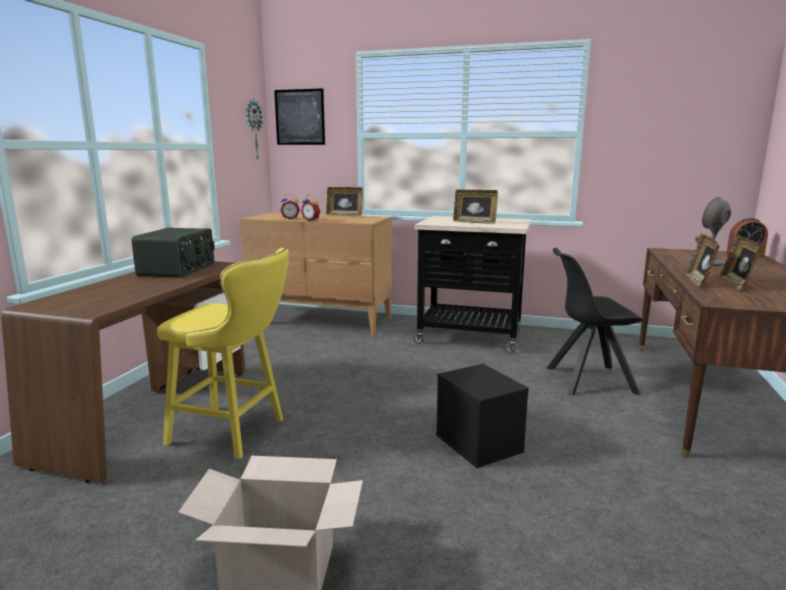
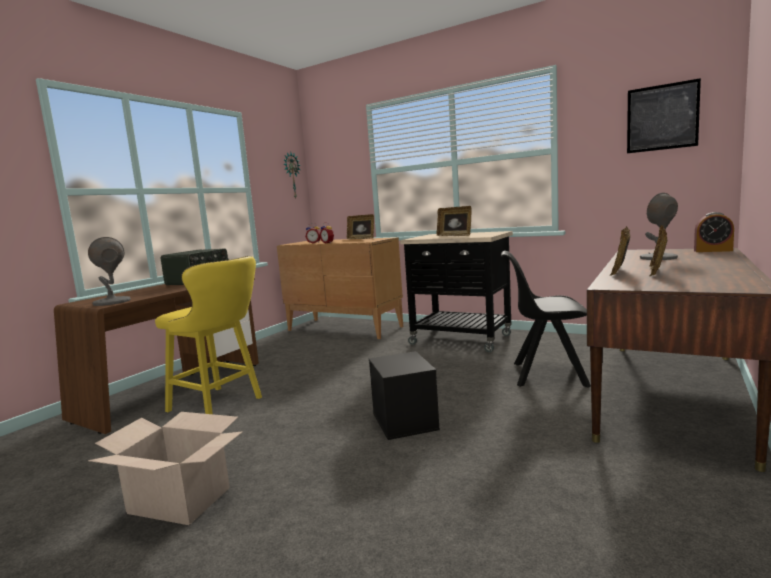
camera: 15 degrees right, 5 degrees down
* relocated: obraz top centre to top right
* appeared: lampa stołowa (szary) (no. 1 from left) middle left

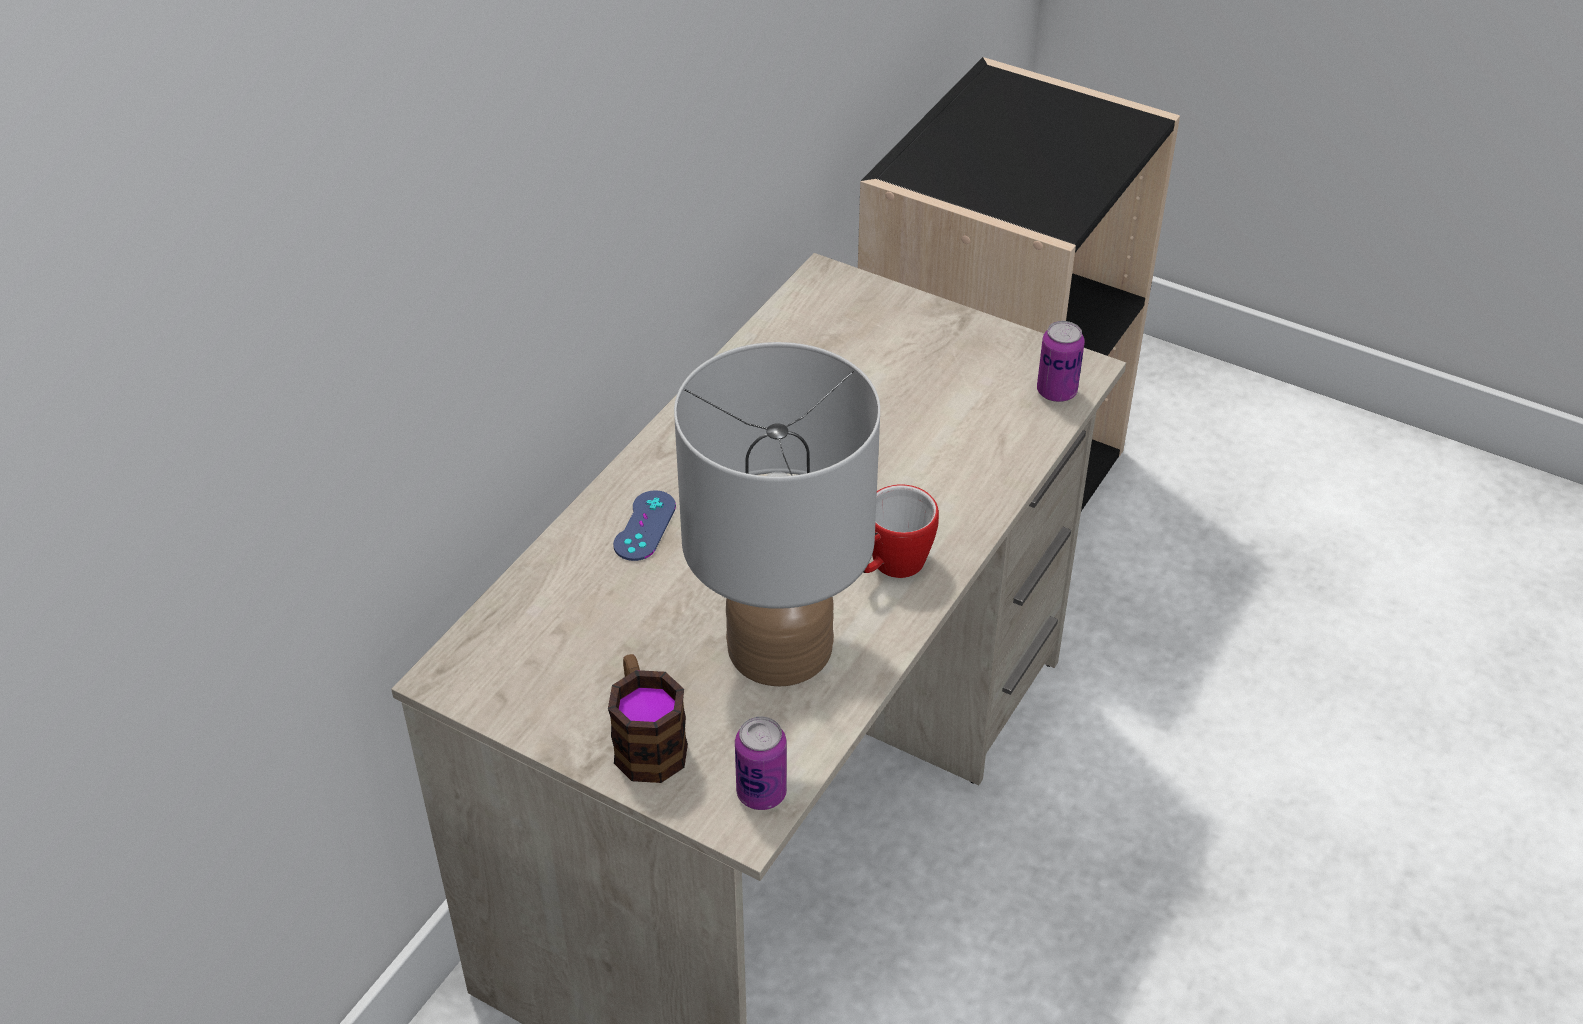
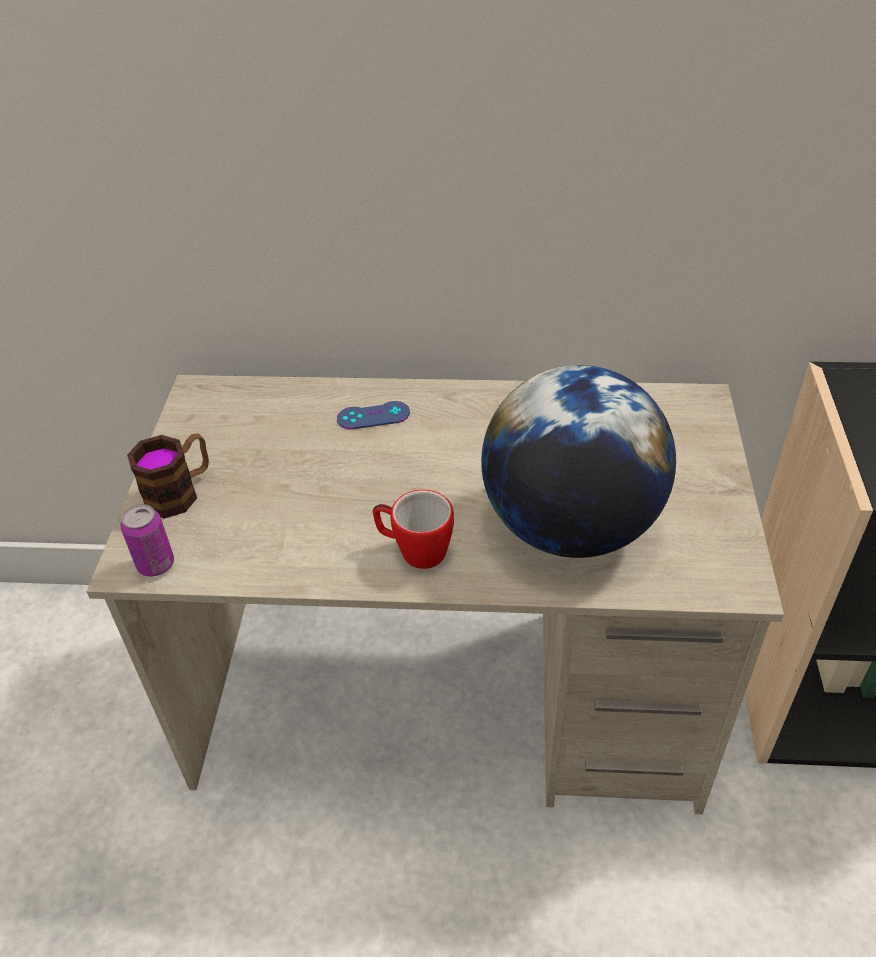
camera: 65 degrees right, 0 degrees up
* missing: puszka (no. 2 from left) middle right
* missing: lampa stołowa (szary) centre
* appeared: globus centre

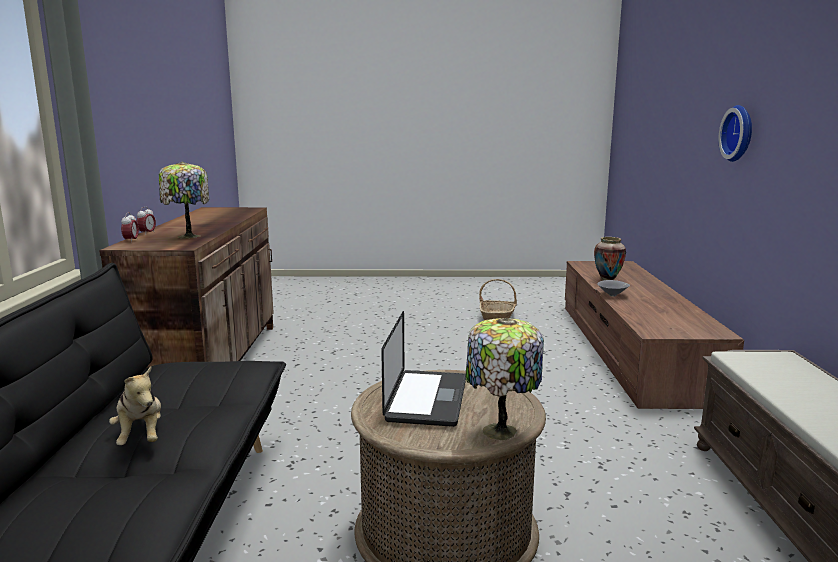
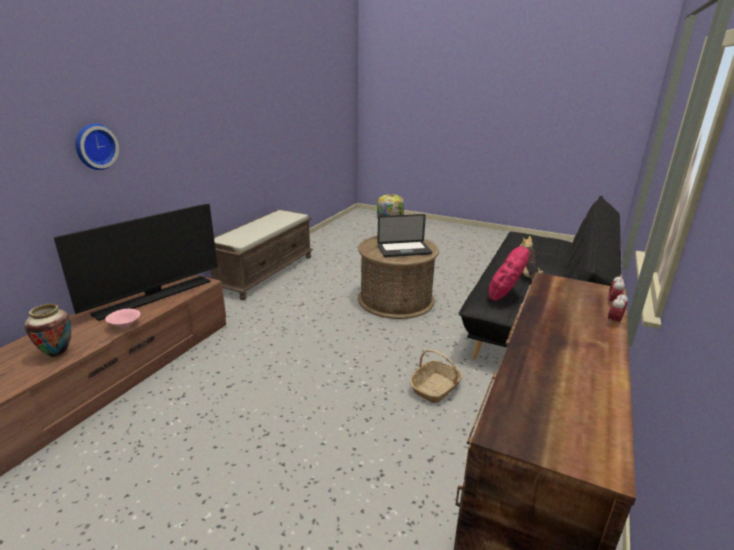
camera: 155 degrees left, 10 degrees up
* missing: lampa stołowa (no. 1 from left) middle left
* relocated: koszyk centre to bottom centre
* colour: miska (szary) middle right to miska (różowy) middle left
* spun: laptop centre = centre 135 degrees counterclockwise
* appeared: telewizor middle left
* appeared: poduszka (różowy) middle right

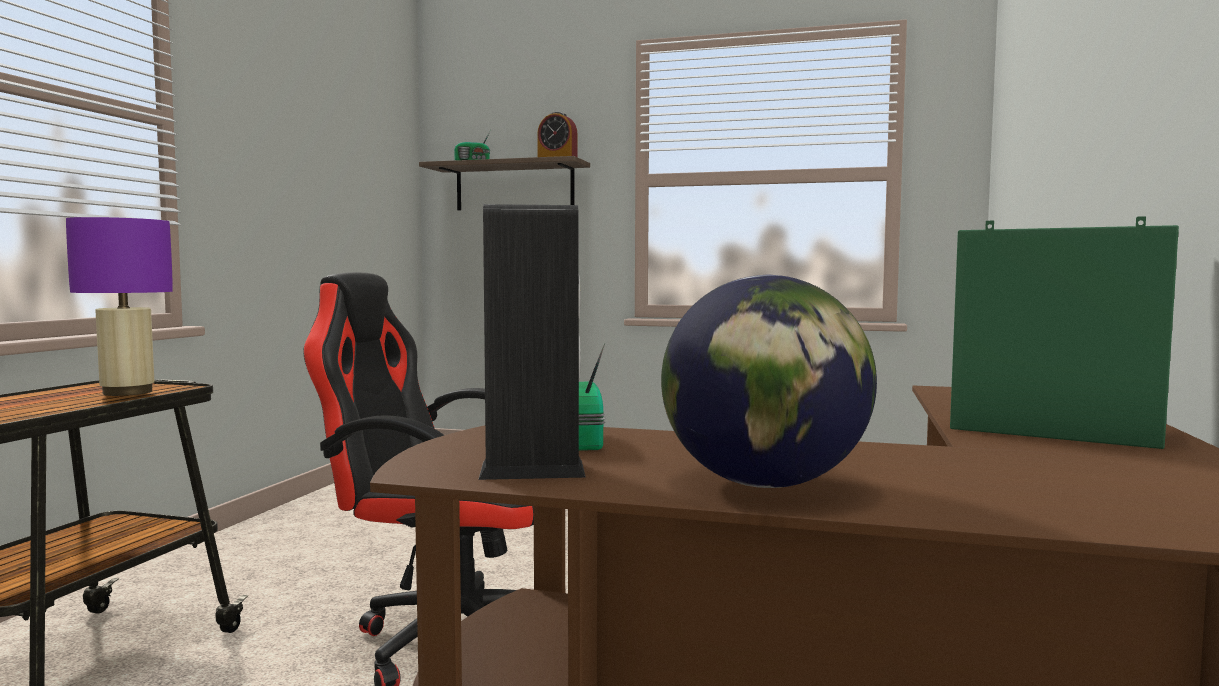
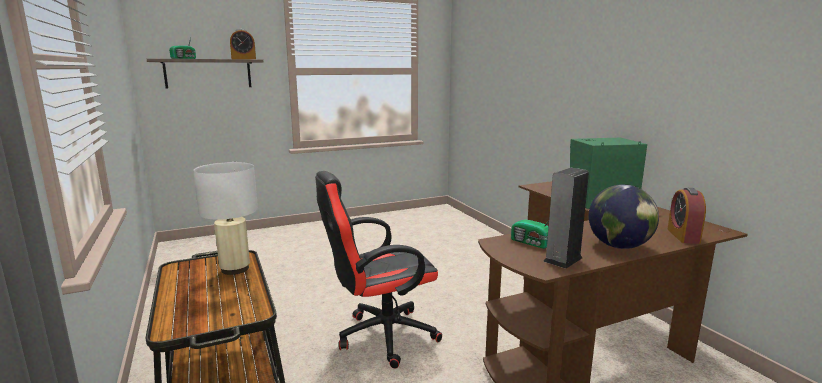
camera: 40 degrees left, 10 degrees up
* colour: lampa stołowa (fioletowy) middle left to lampa stołowa (biały) middle left
* appeared: budzik (no. 2 from left) middle right

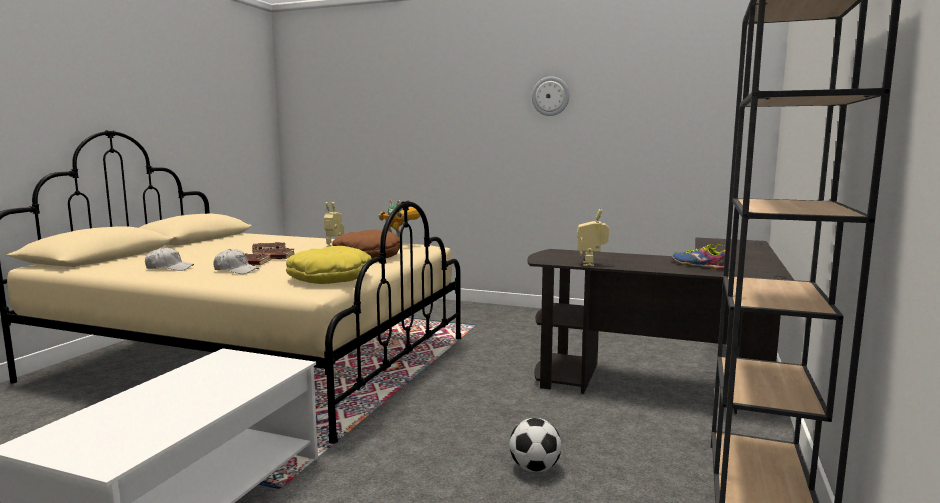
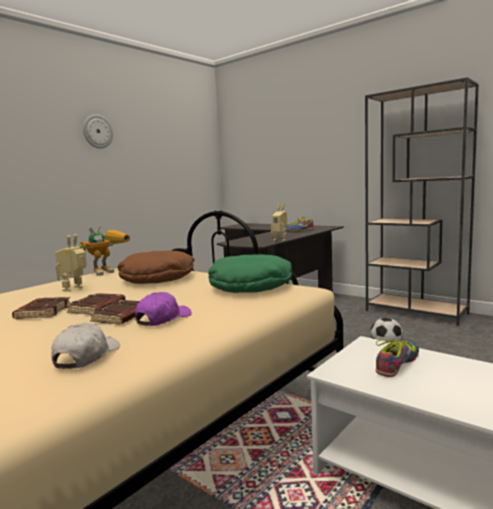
camera: 70 degrees left, 0 degrees up
* colour: poduszka (żółty) centre to poduszka (zielony) centre
* colour: czapka z daszkiem (biały) (no. 2 from left) middle left to czapka z daszkiem (fioletowy) middle left
* appeared: but (no. 2 from left) bottom right

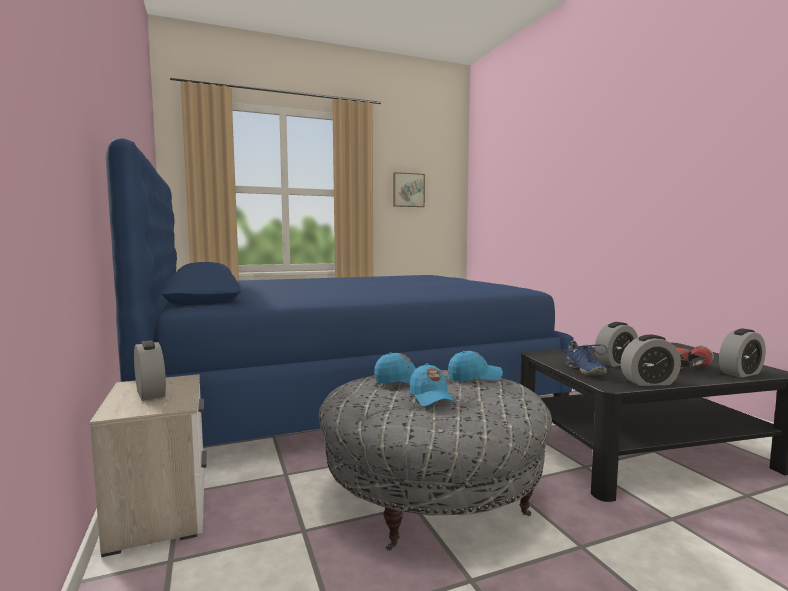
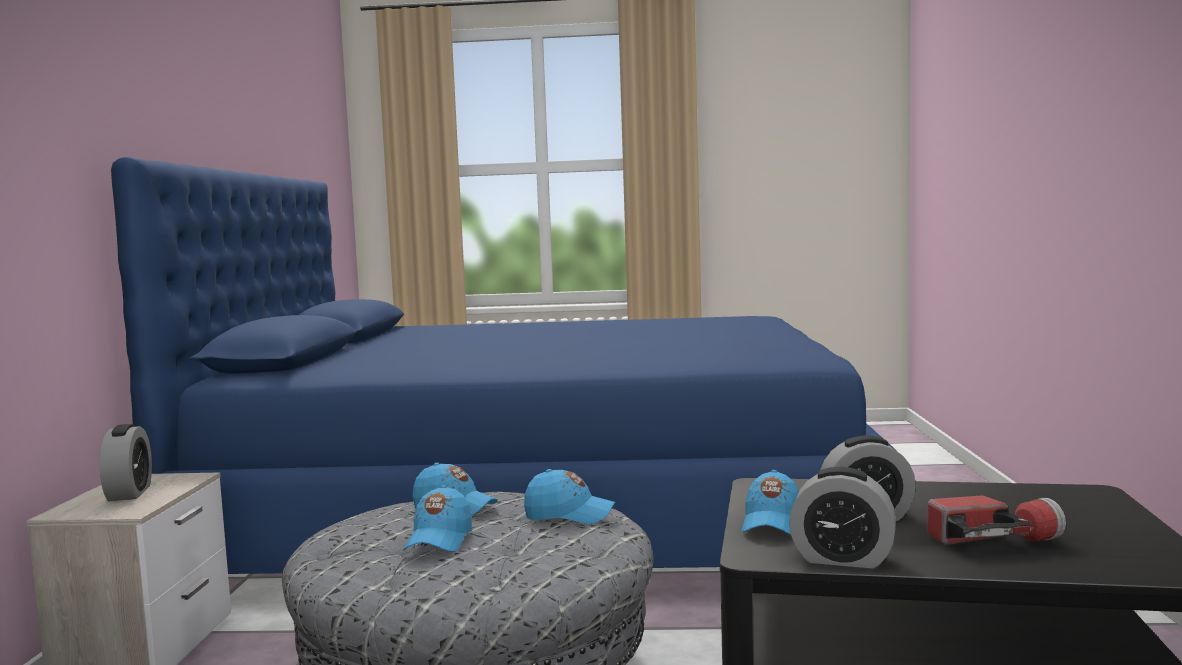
camera: 25 degrees right, 0 degrees up
* missing: obraz top centre
* missing: budzik (no. 4 from left) middle right
* exchanged: but (niebieski) middle right to czapka z daszkiem (niebieski) (no. 4 from left) bottom centre

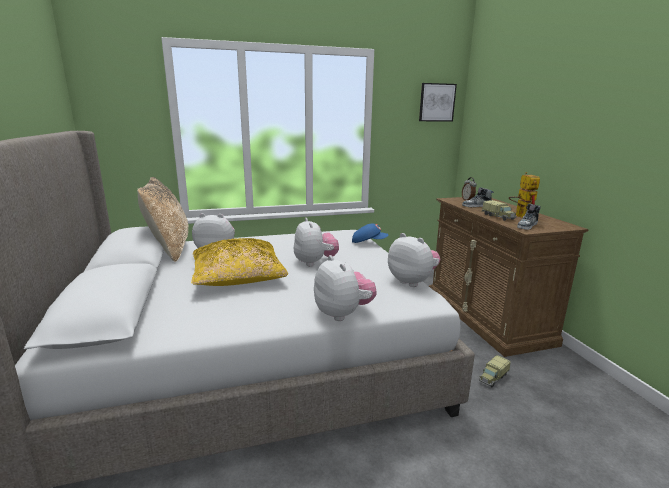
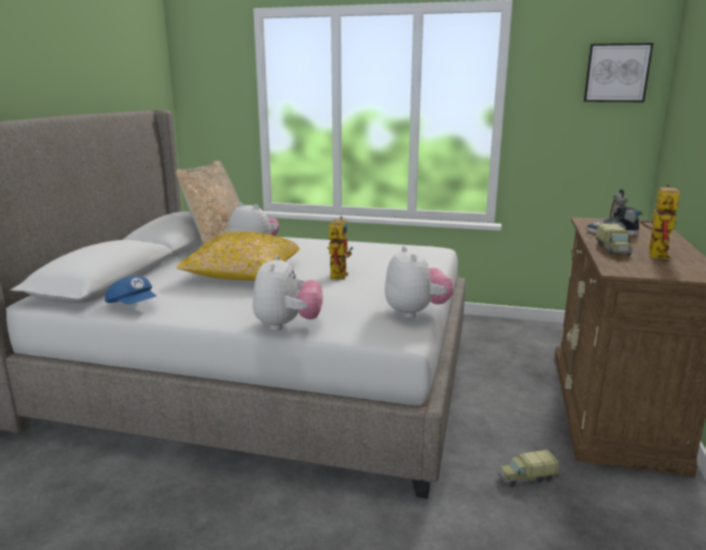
camera: 30 degrees right, 0 degrees up
* missing: but (no. 2 from left) middle right
* exchanged: pluszak (no. 2 from left) centre to robot zabawkowy (no. 1 from left) centre
* relocated: czapka z daszkiem (niebieski) centre to middle left

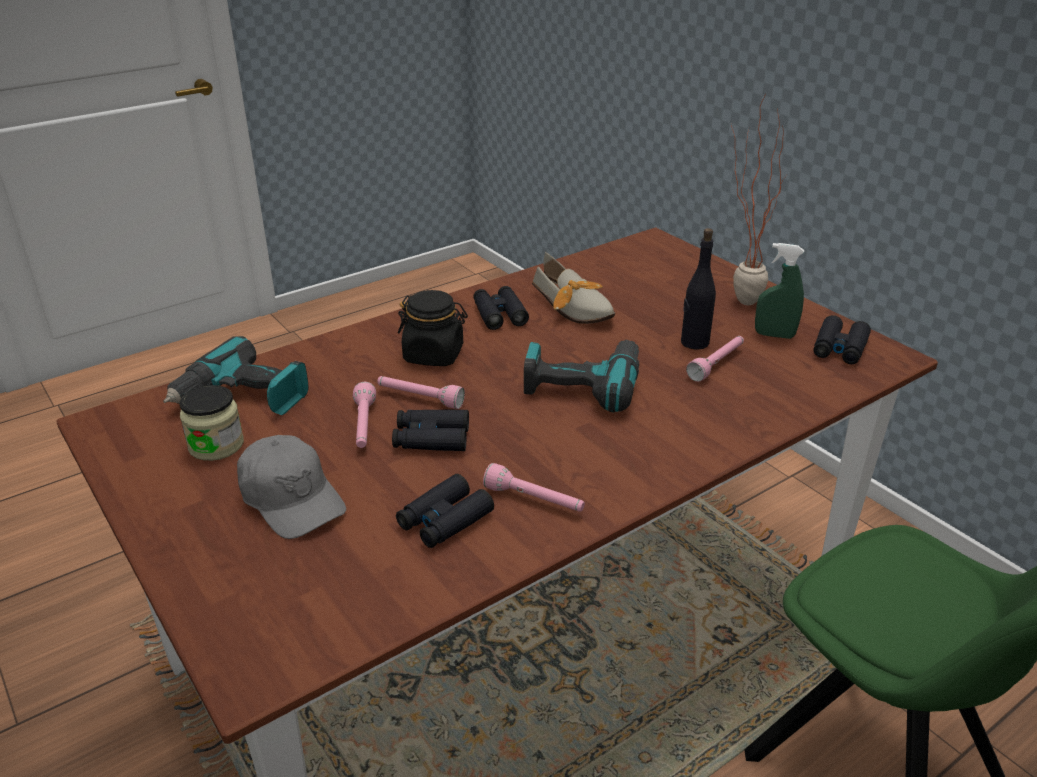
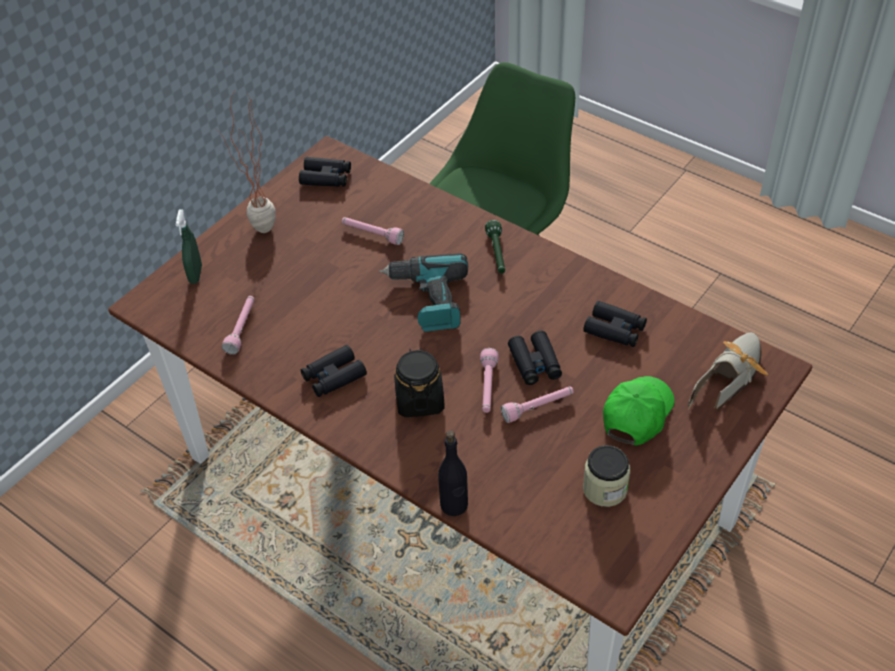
camera: 105 degrees left, 15 degrees up
* relocated: butelka (czarny) middle right to bottom centre
* relocated: spryskiwacz (zielony) middle right to middle left
* relocated: but centre to middle right
* missing: wiertarka (no. 1 from left) middle left
* colour: czapka z daszkiem (szary) middle left to czapka z daszkiem (zielony) middle right
* relocated: latarka (różowy) (no. 3 from left in the first image) centre to latarka (różowy) (no. 1 from left) middle left
* appeared: latarka (zielony) centre

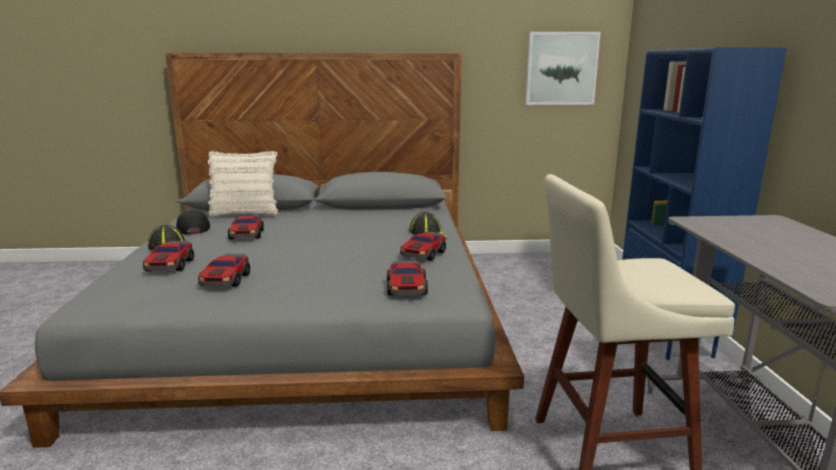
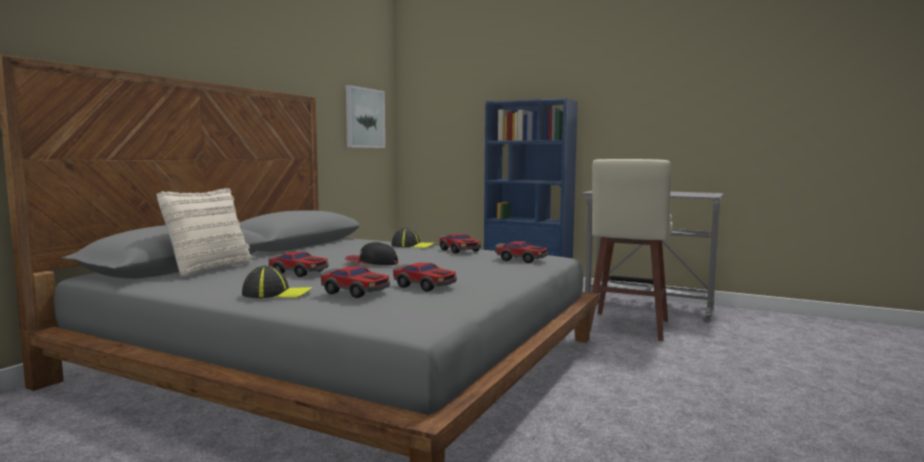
camera: 60 degrees left, 10 degrees down
* relocated: czapka z daszkiem (no. 2 from left) middle left to centre

